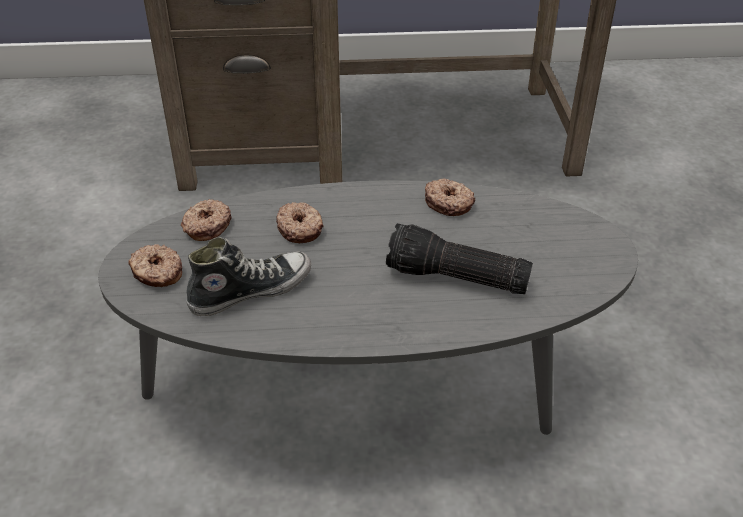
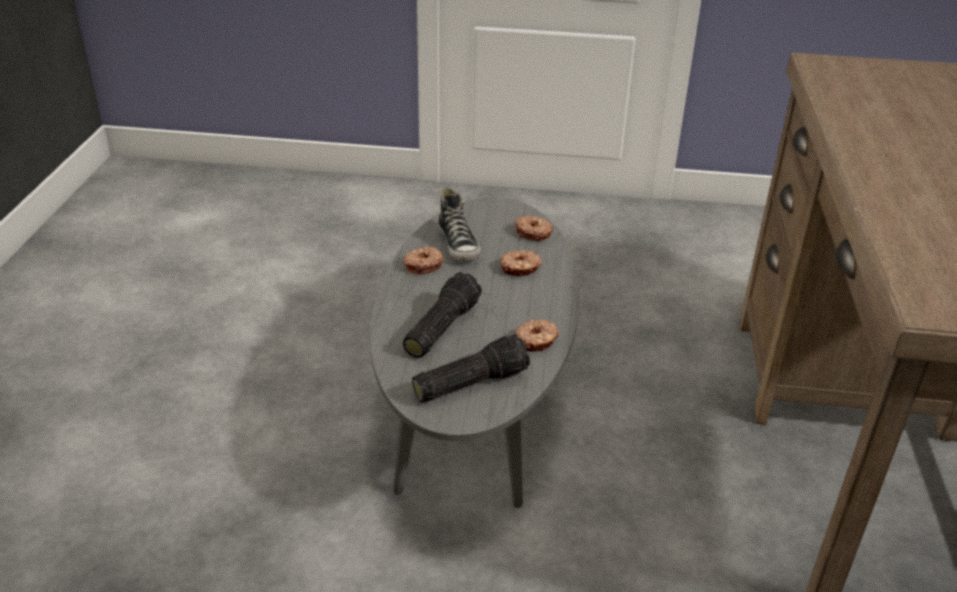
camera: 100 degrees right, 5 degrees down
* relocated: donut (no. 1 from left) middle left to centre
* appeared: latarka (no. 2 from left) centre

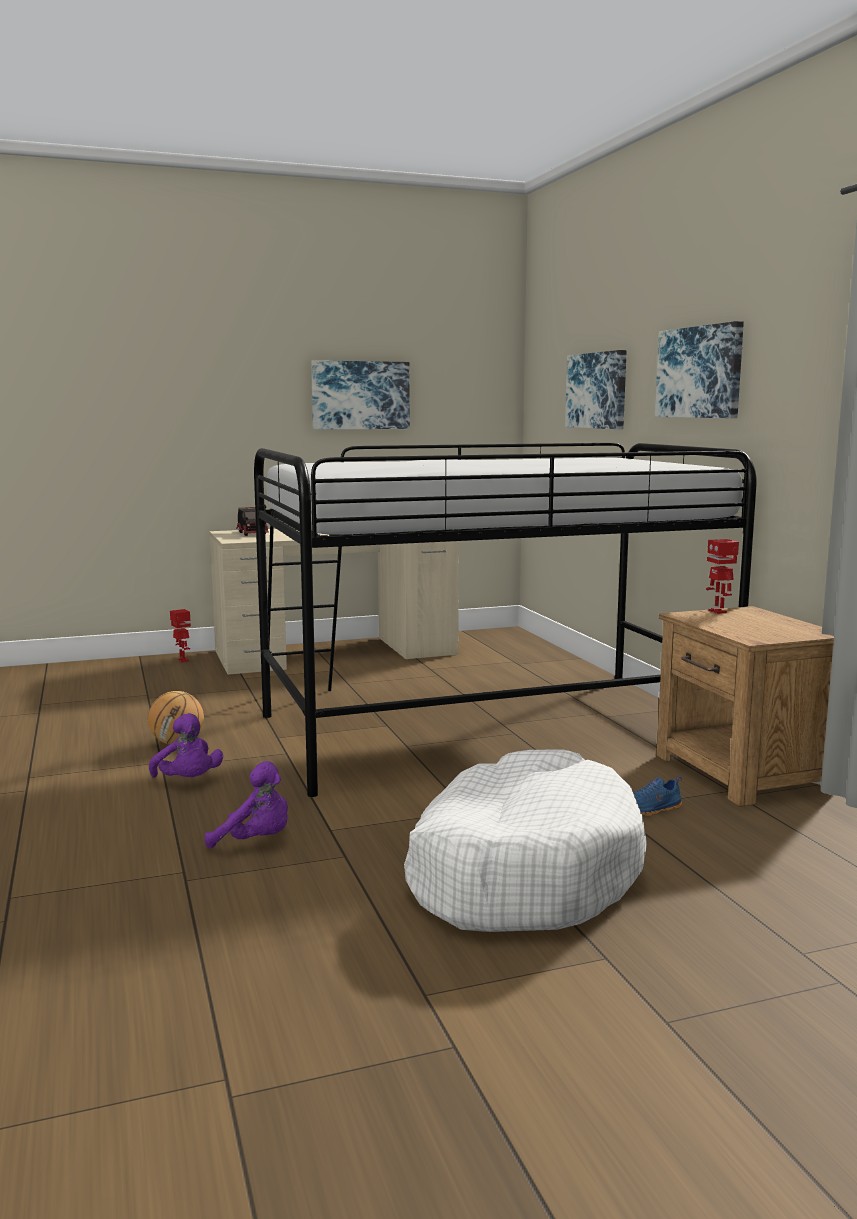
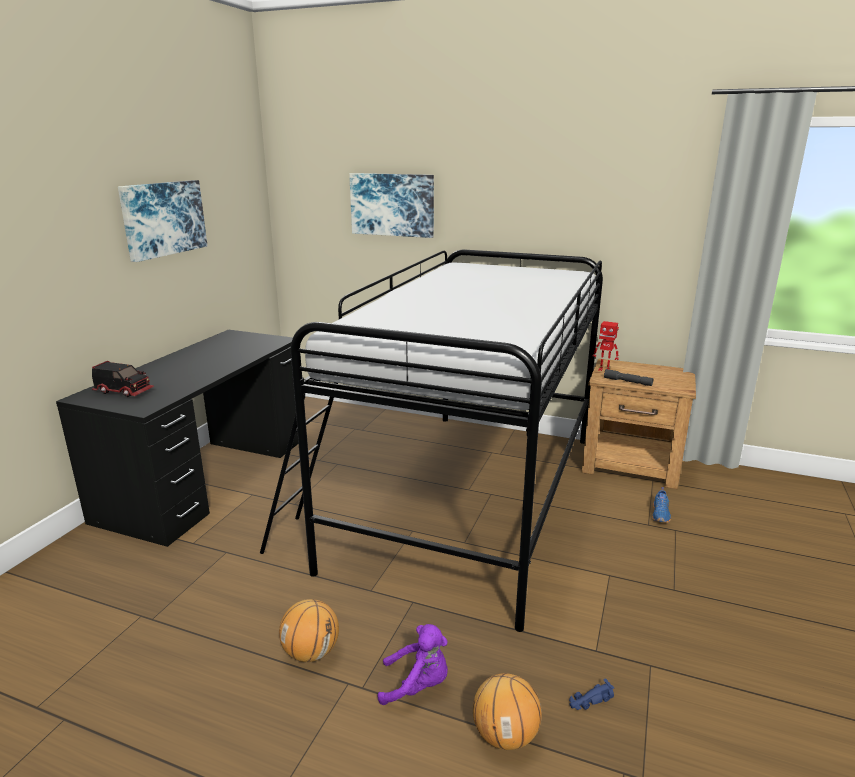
camera: 50 degrees left, 10 degrees up
* missing: obraz (no. 3 from left) top right
* colour: biurko (beżowy) centre to biurko (czarny) middle left
* missing: robot zabawkowy (no. 1 from left) middle left
* missing: legowisko (biały) bottom centre
* exchanged: pluszak (fioletowy) (no. 2 from left) middle left to samochodzik (niebieski) bottom right
* appeared: latarka (szary) middle right
* appeared: piłka do koszykówki (no. 2 from left) bottom centre

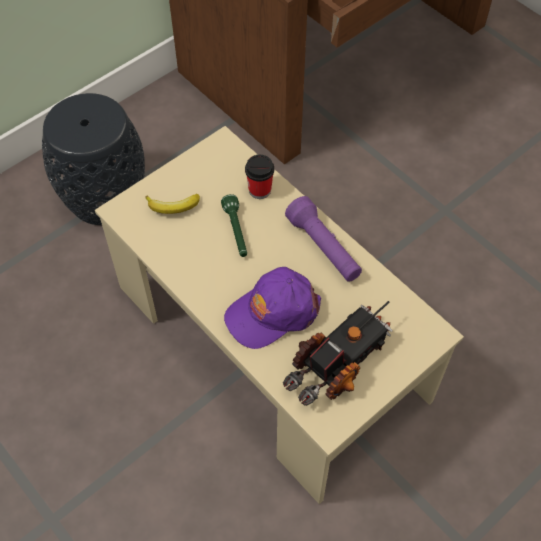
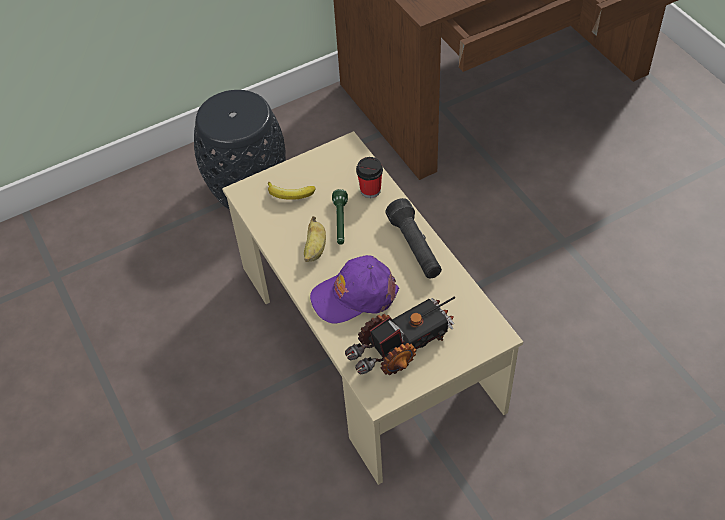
camera: 15 degrees right, 5 degrees down
* colour: latarka (fioletowy) centre to latarka (czarny) centre
* appeared: banan (no. 2 from left) centre

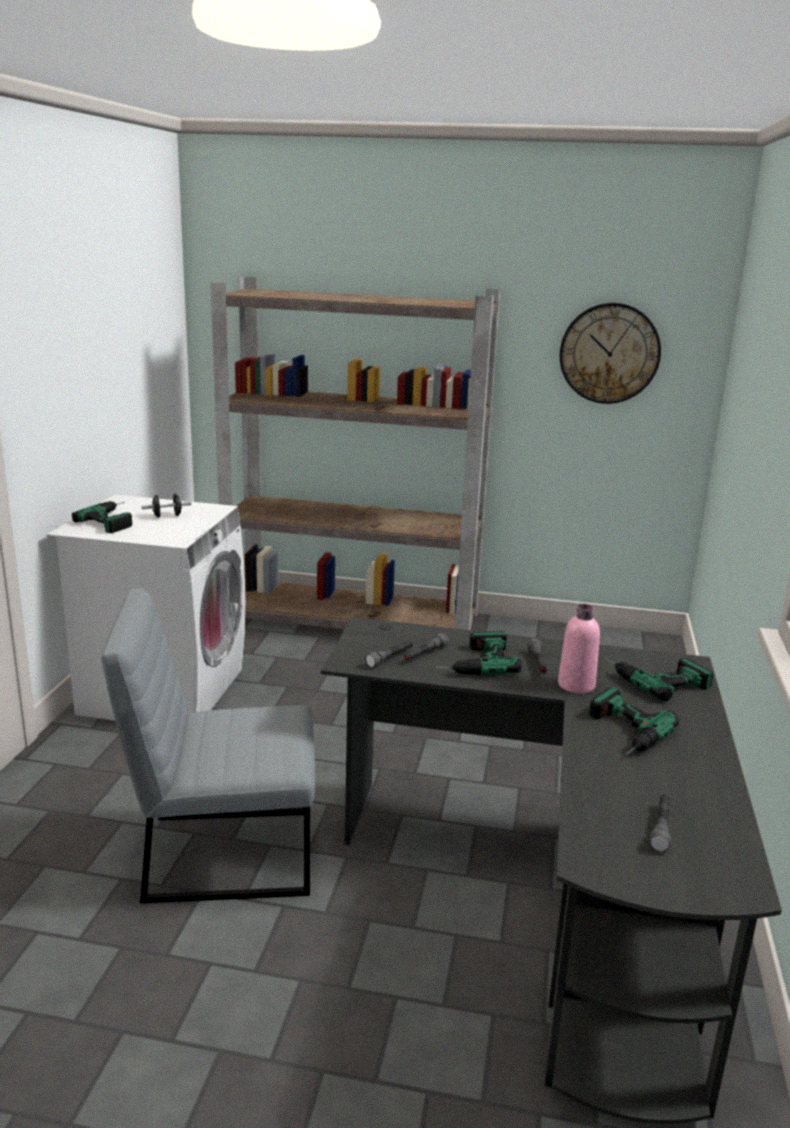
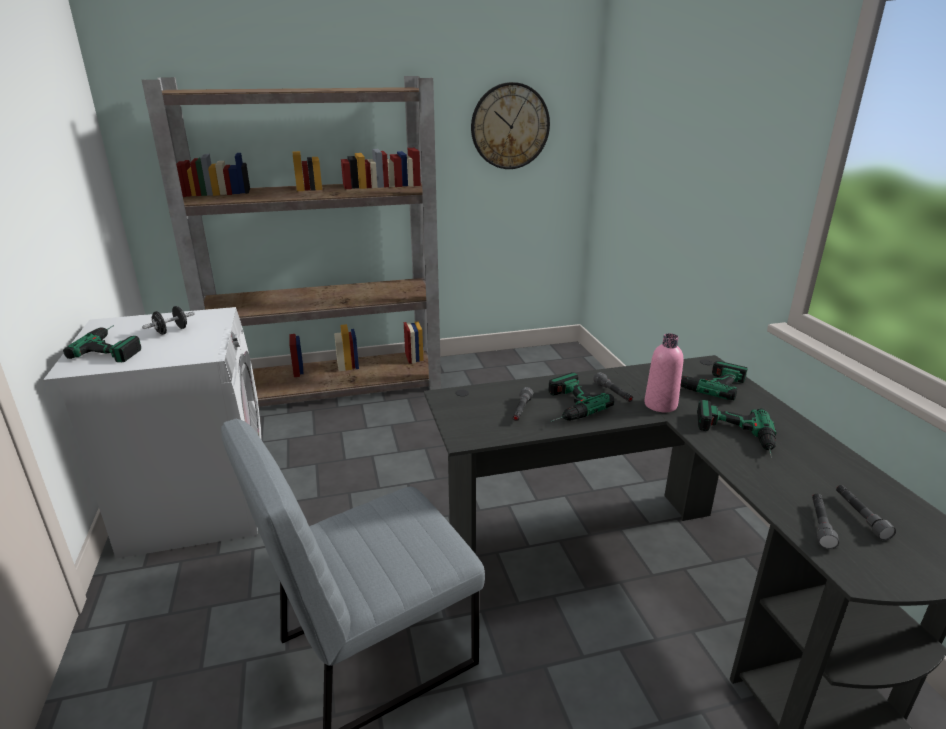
camera: 25 degrees left, 5 degrees up
* relocated: latarka (szary) (no. 1 from left in the first image) centre to latarka (szary) (no. 3 from left) bottom right

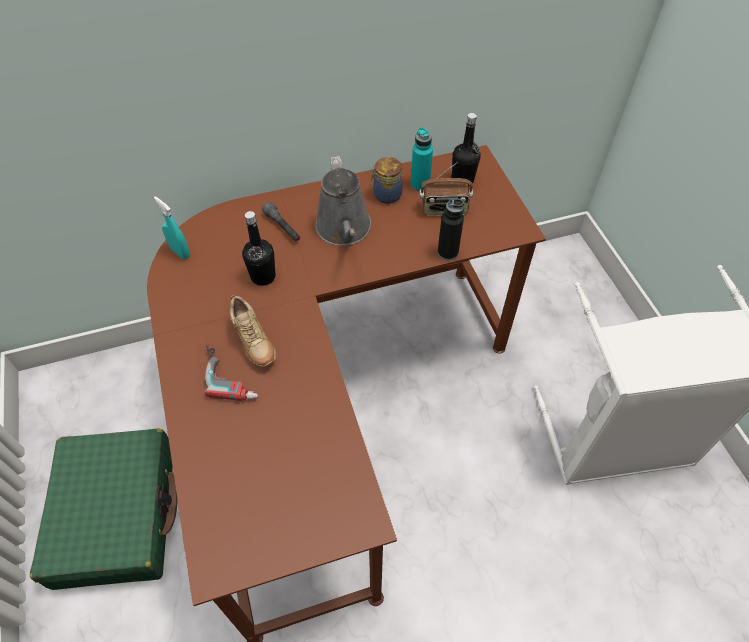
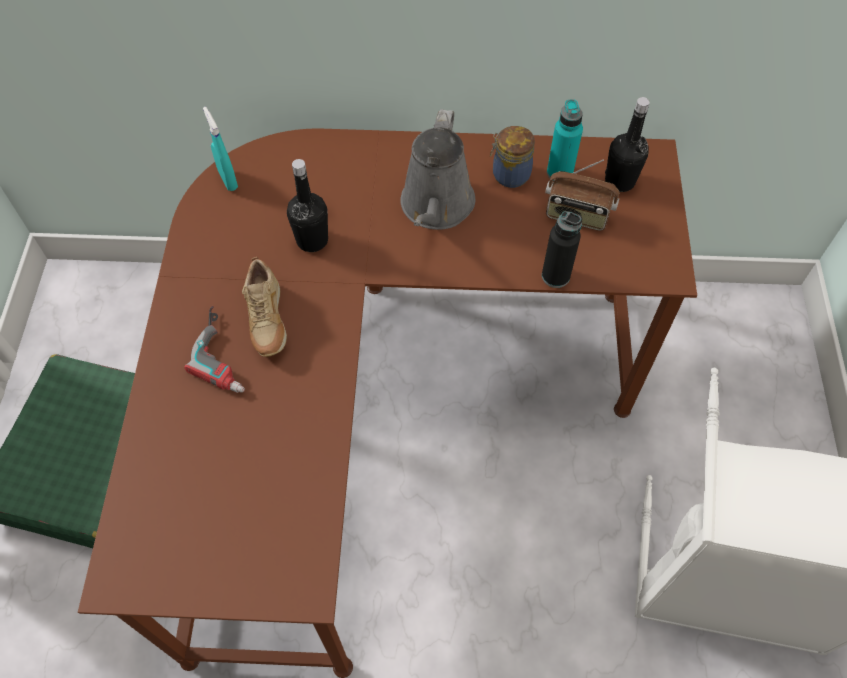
camera: 20 degrees right, 5 degrees up
* missing: latarka (szary) centre

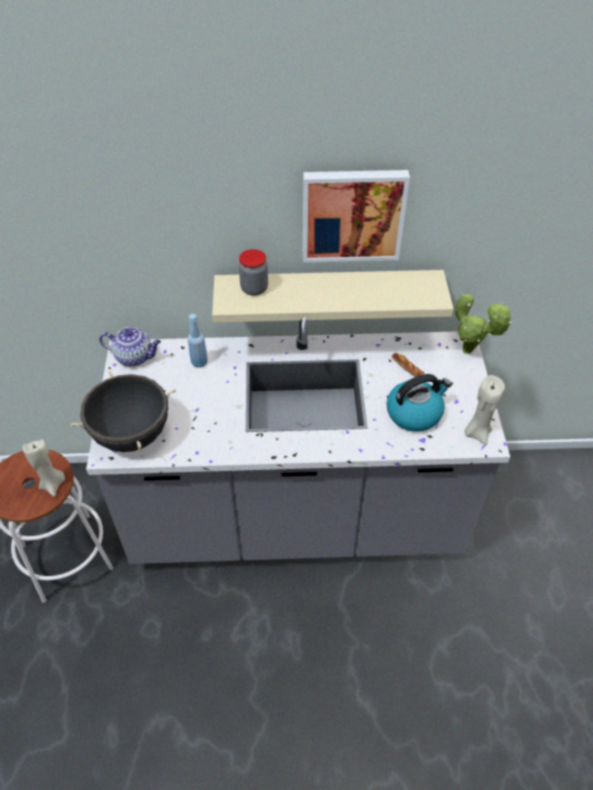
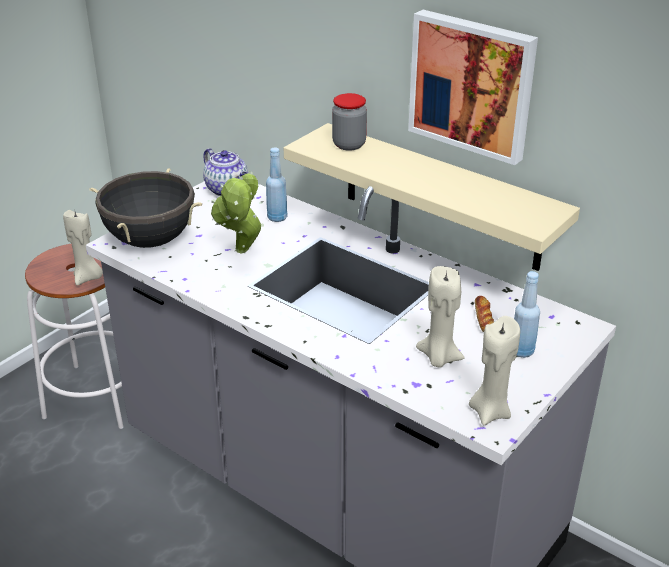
camera: 40 degrees right, 15 degrees down
* relocated: roślina doniczkowa middle right to centre
* exchanged: czajnik middle right to świeca (beżowy) (no. 2 from left) centre
* appeared: butelka (niebieski) (no. 2 from left) middle right

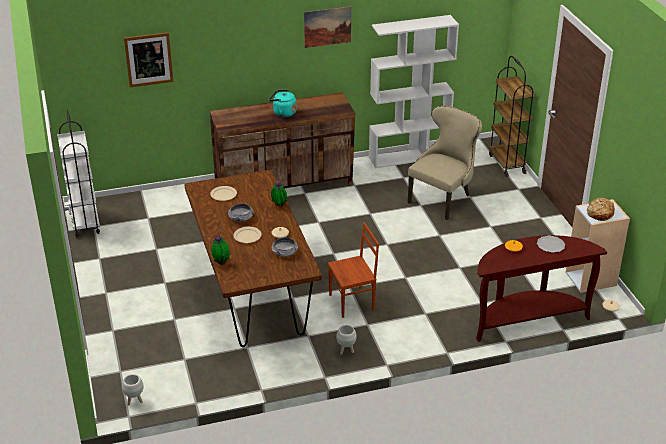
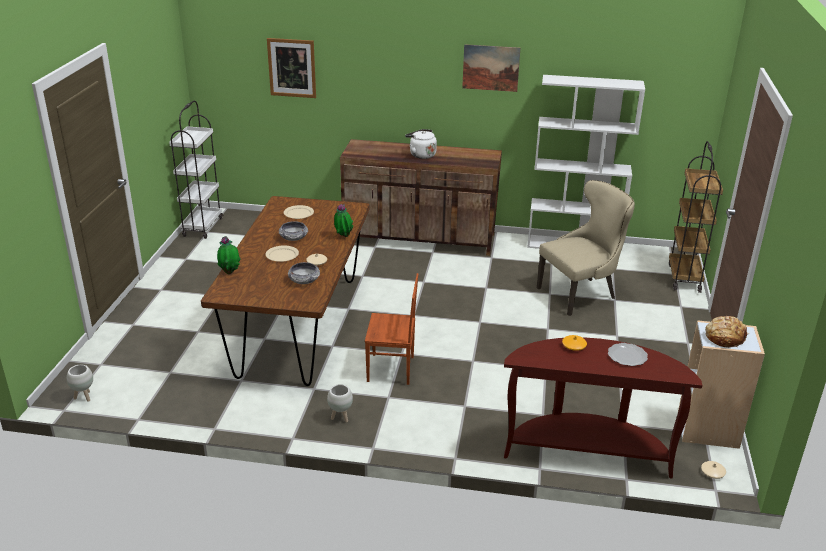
camera: 25 degrees right, 5 degrees down
* colour: czajnik (turkusowy) top centre to czajnik (biały) top centre

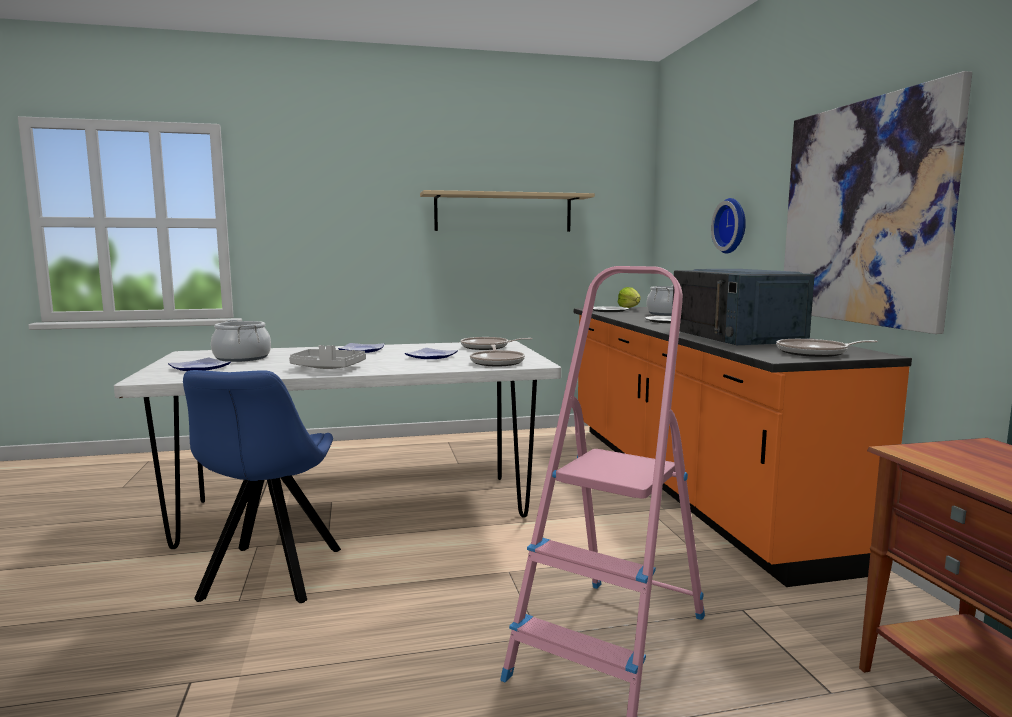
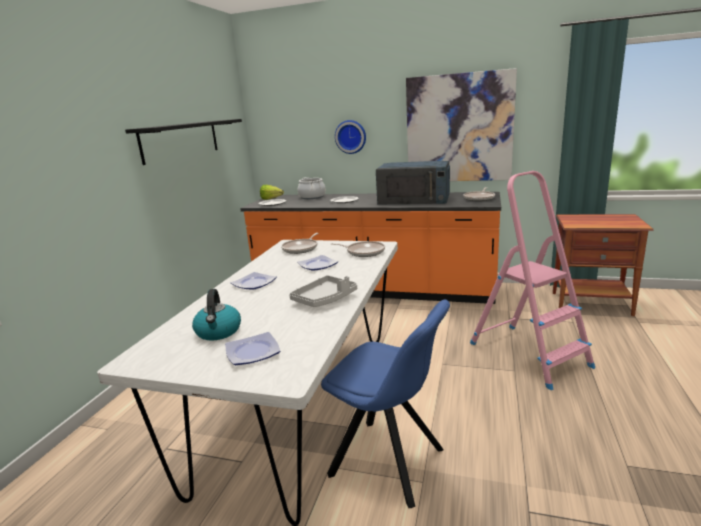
camera: 60 degrees left, 10 degrees up
* colour: półka (beżowy) top centre to półka (czarny) top left
* exchanged: garnek (no. 1 from left) middle left to czajnik middle left

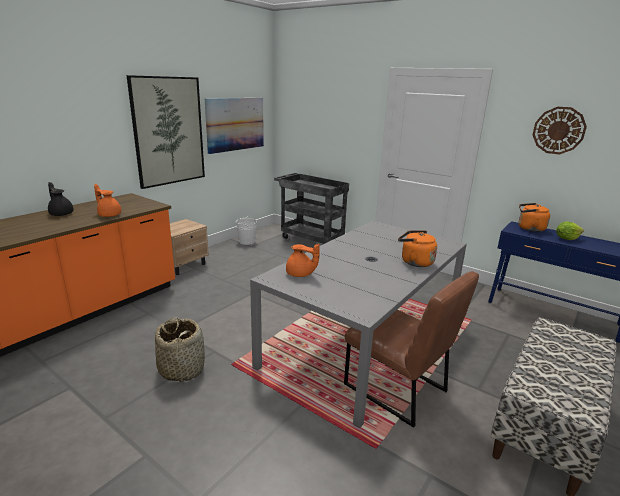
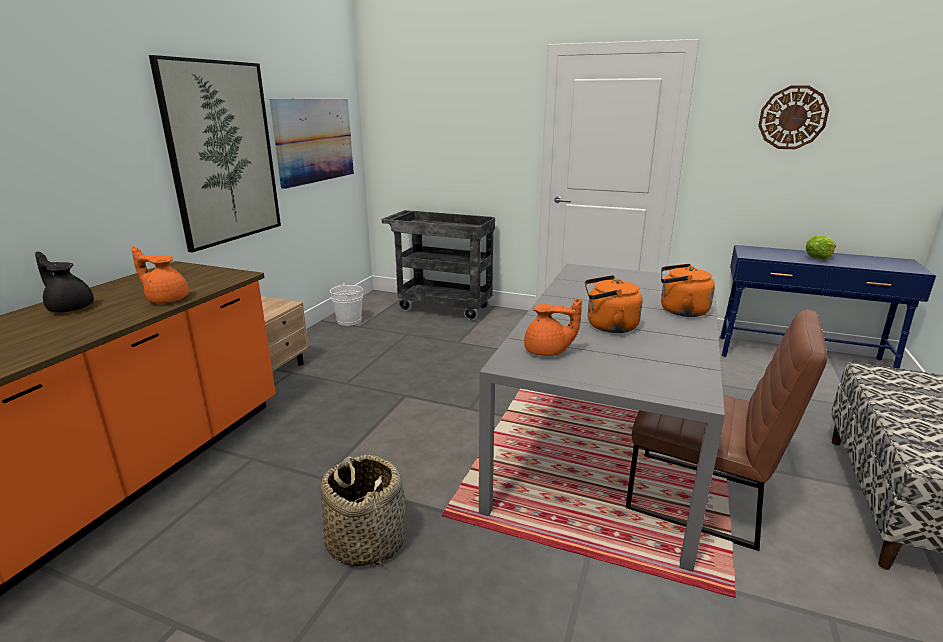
camera: 15 degrees left, 0 degrees up
* relocated: czajnik (pomarańczowy) (no. 2 from left in the first image) middle right to czajnik (pomarańczowy) (no. 1 from left) centre

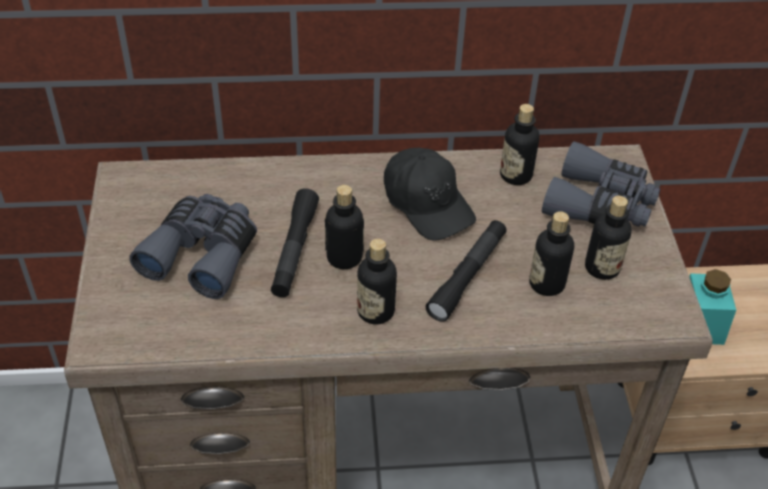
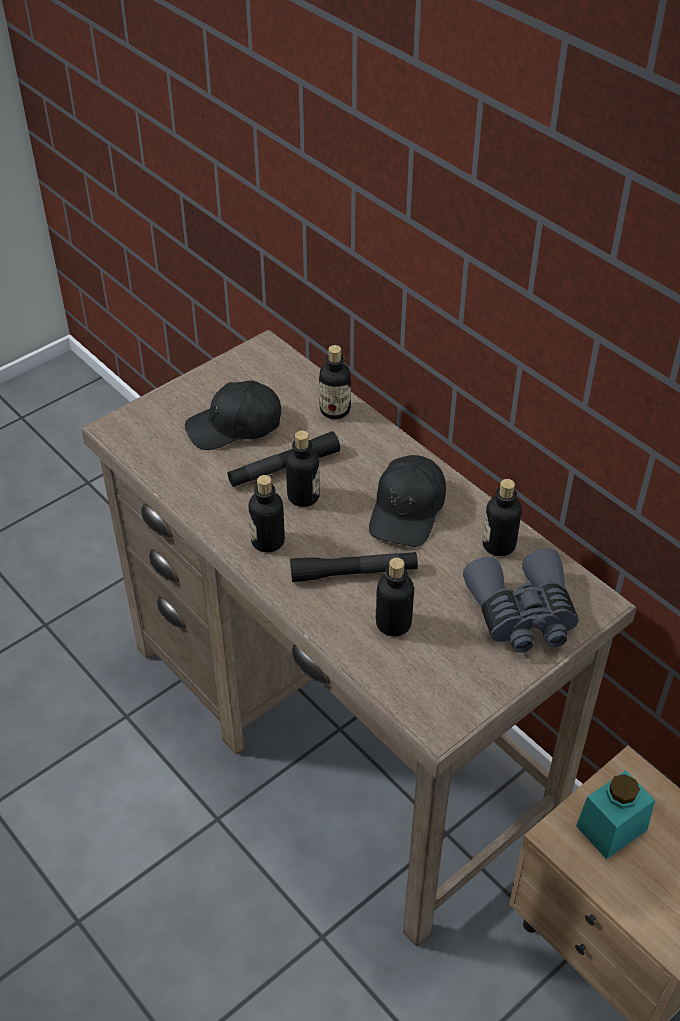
camera: 55 degrees right, 0 degrees up
* exchanged: lornetka (szary) (no. 1 from left) middle left to czapka z daszkiem (czarny) (no. 1 from left) centre
* relocated: butelka (no. 5 from left in the first image) middle right to butelka (no. 3 from left) centre

